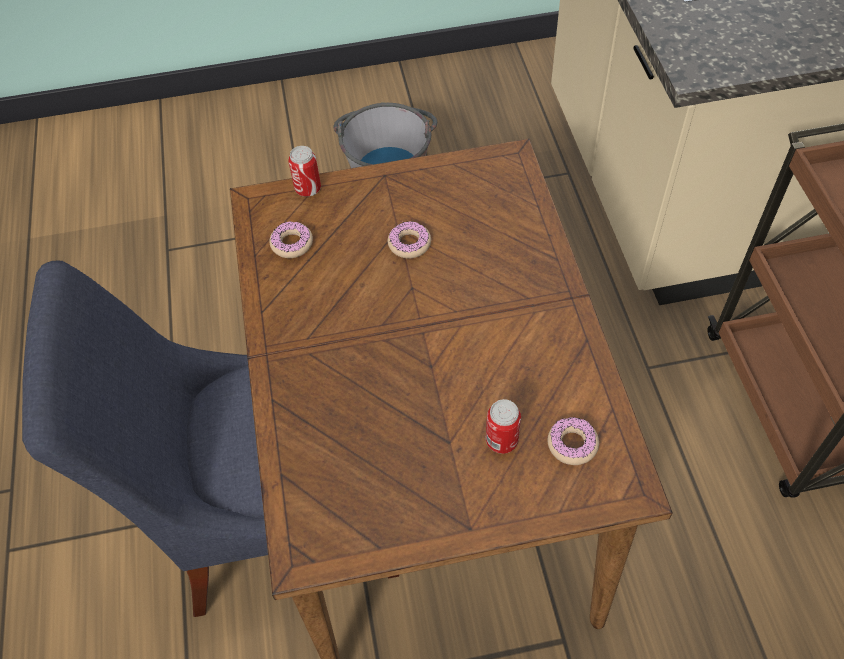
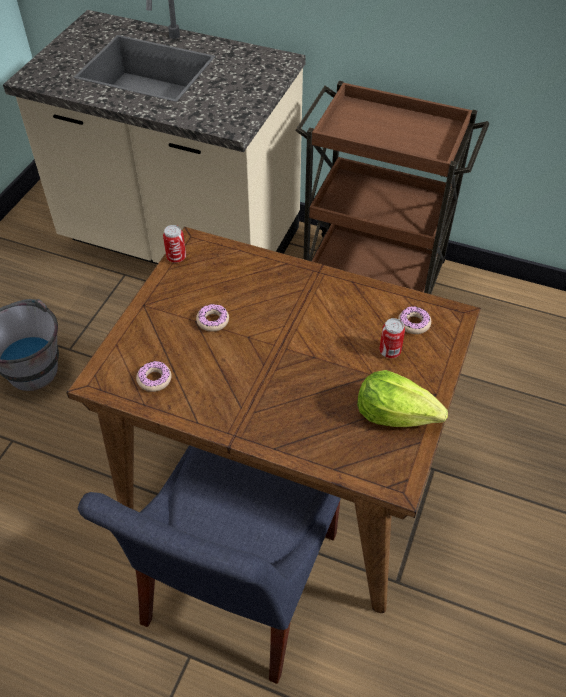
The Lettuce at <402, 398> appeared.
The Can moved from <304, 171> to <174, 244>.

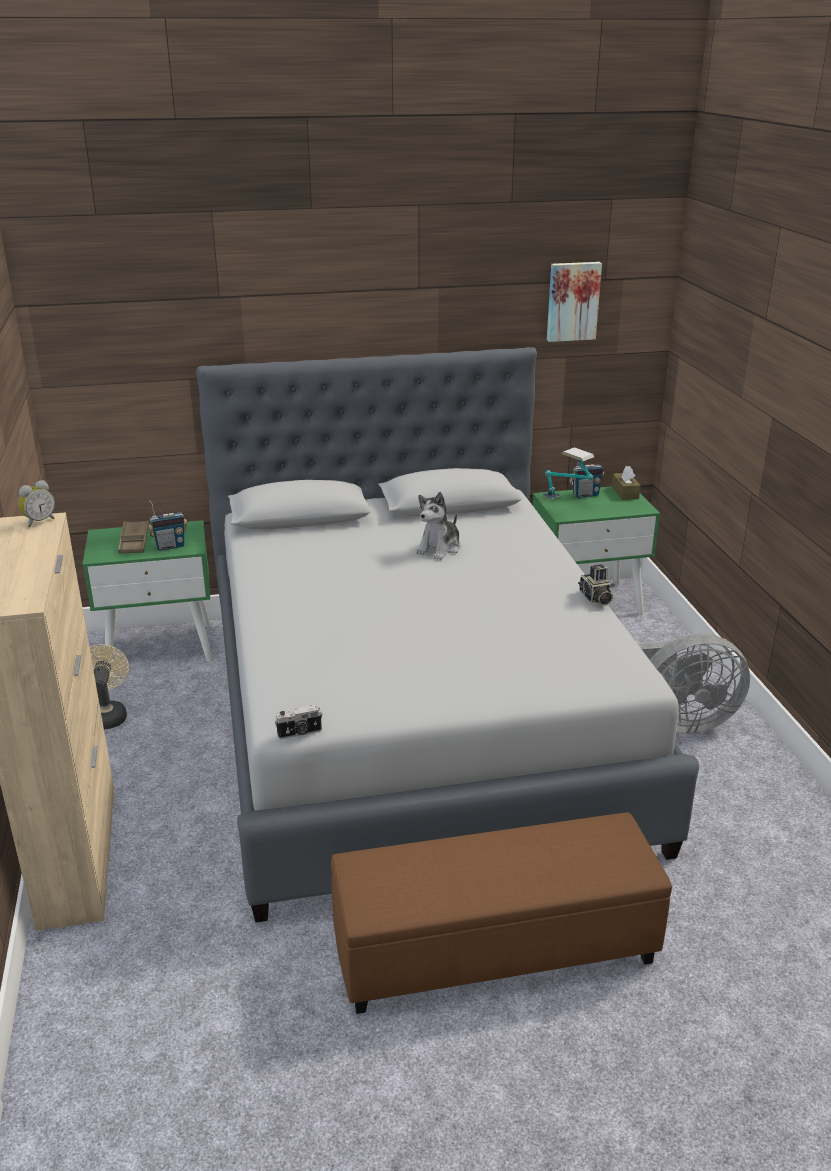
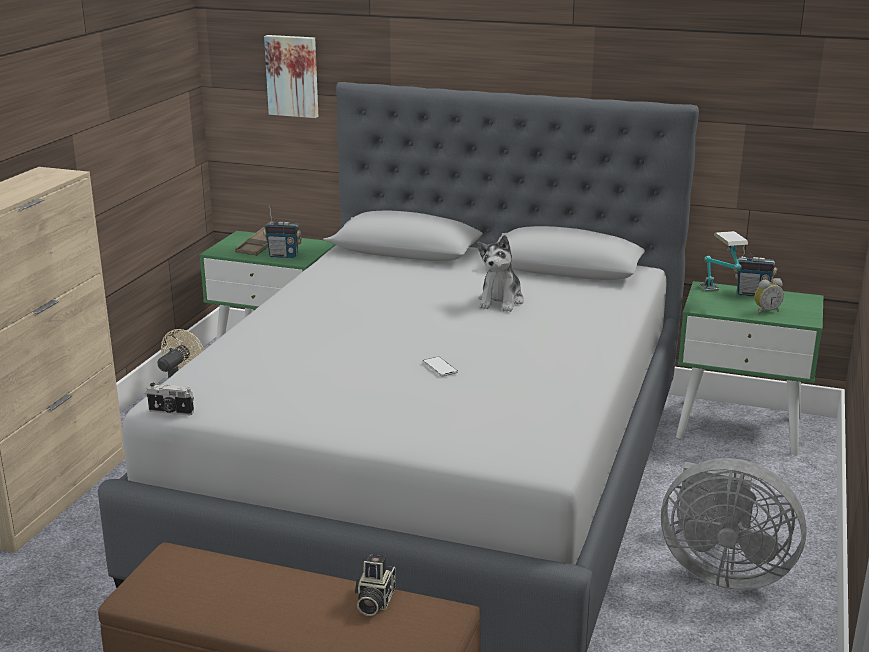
The BrownTissueBox at <626, 483> disappeared.
The Phone at <440, 366> appeared.
The AlarmClock moved from <36, 503> to <769, 296>.
The Picture moved from <574, 302> to <291, 76>.
The PhotoCamera moved from <595, 585> to <375, 585>.
The PlushToy at <438, 526> turned 45 degrees counterclockwise.

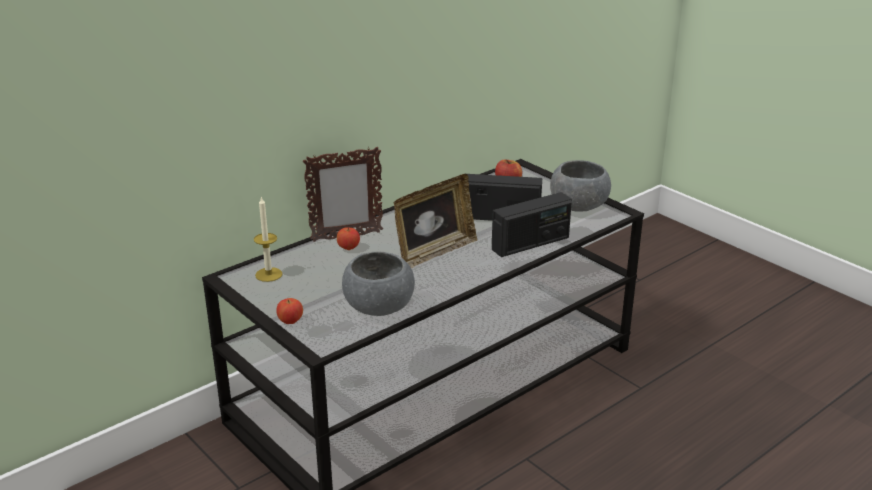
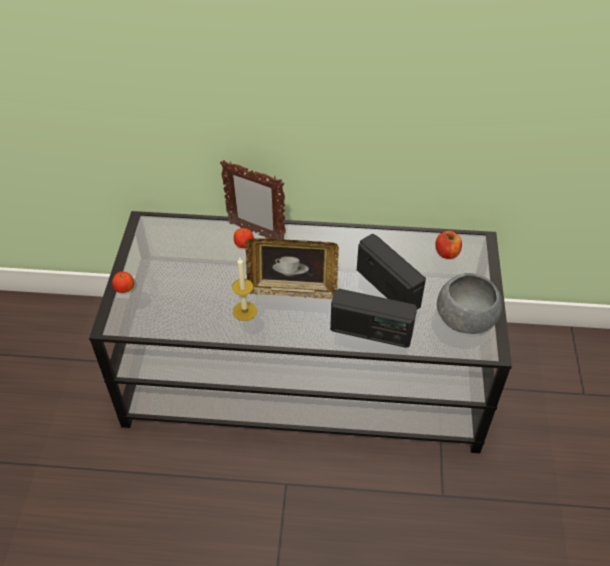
The GreyBowl at <378, 284> disappeared.
The Candle moved from <268, 239> to <244, 289>.

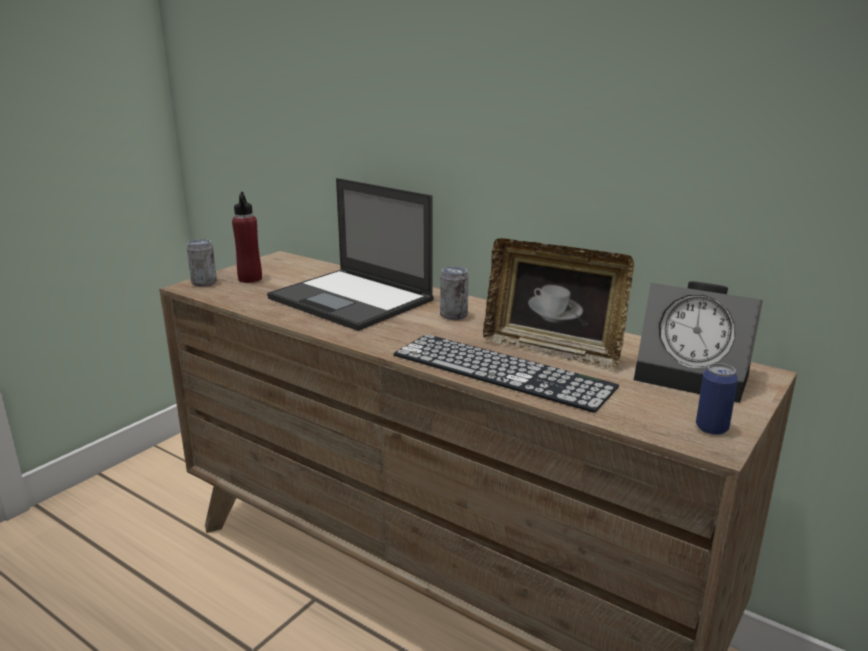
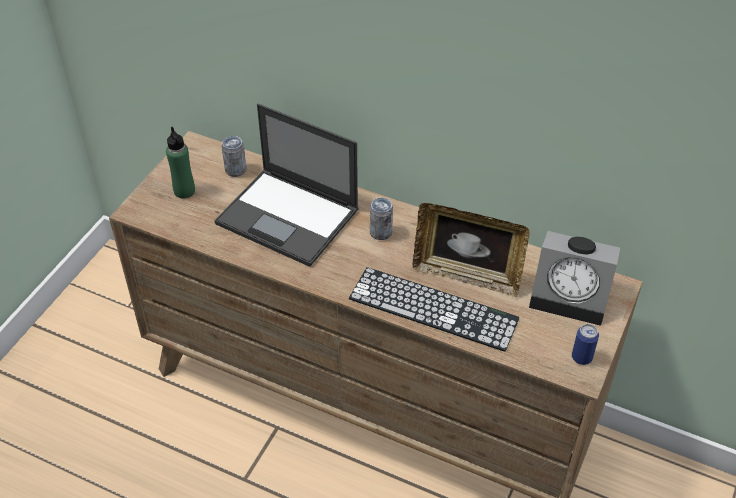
The Can moved from <202, 263> to <234, 156>.
The RedBottle at <247, 237> became the GreenBottle at <180, 163>.

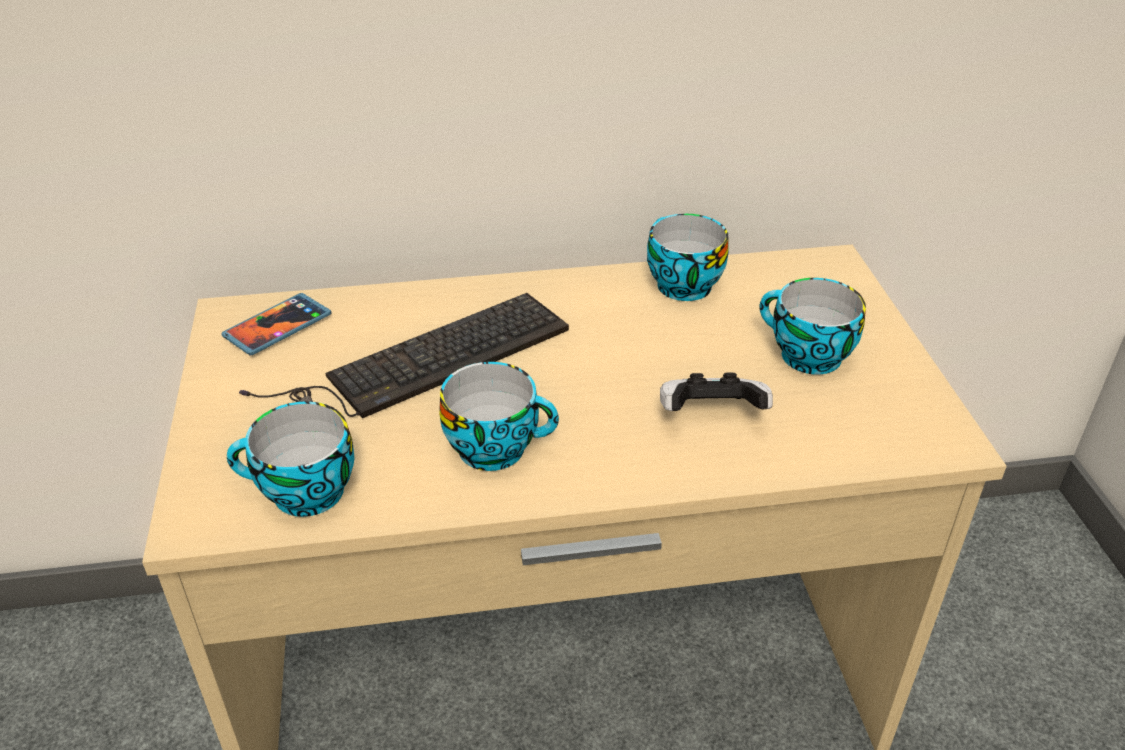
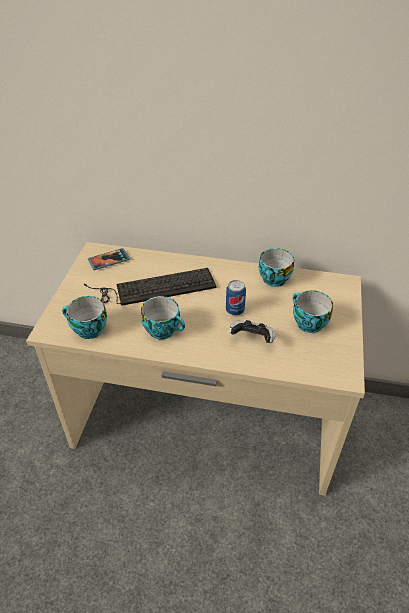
The Can at <236, 297> appeared.

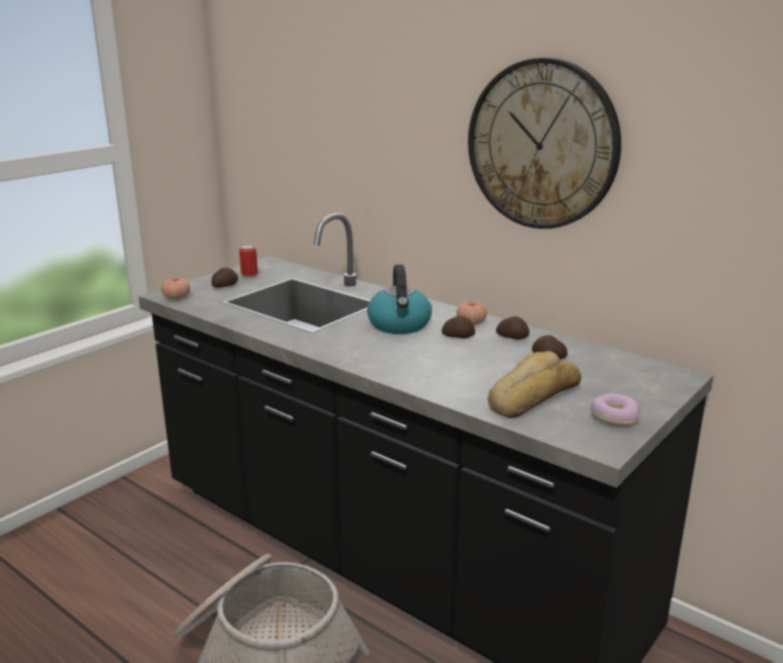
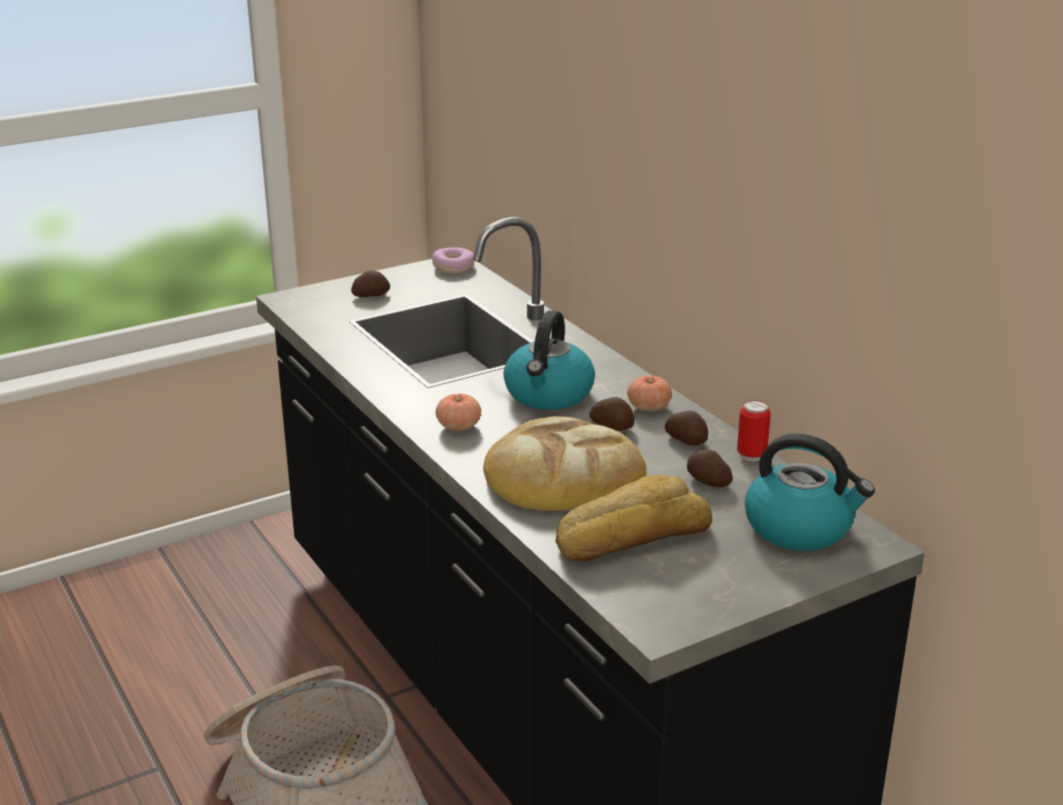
The WallClock at <544, 143> disappeared.
The Bread at <565, 463> appeared.
The Kettle at <810, 492> appeared.
The Tomato moved from <175, 288> to <458, 412>.
The Can moved from <248, 262> to <754, 431>.
The Donut moved from <615, 410> to <453, 261>.

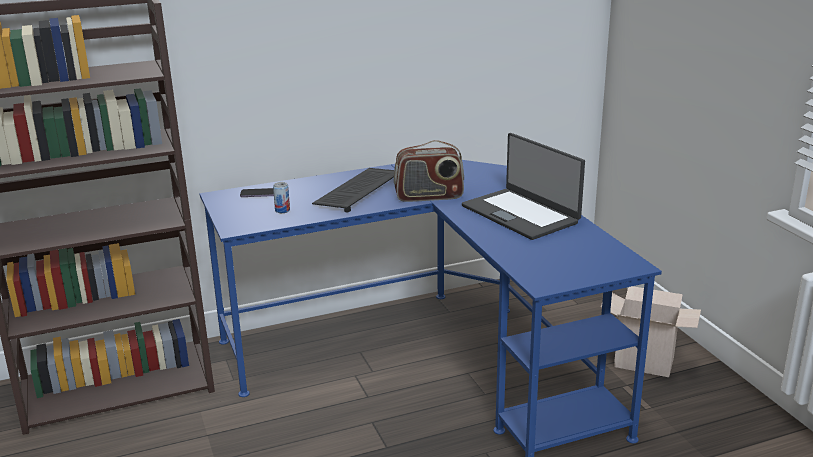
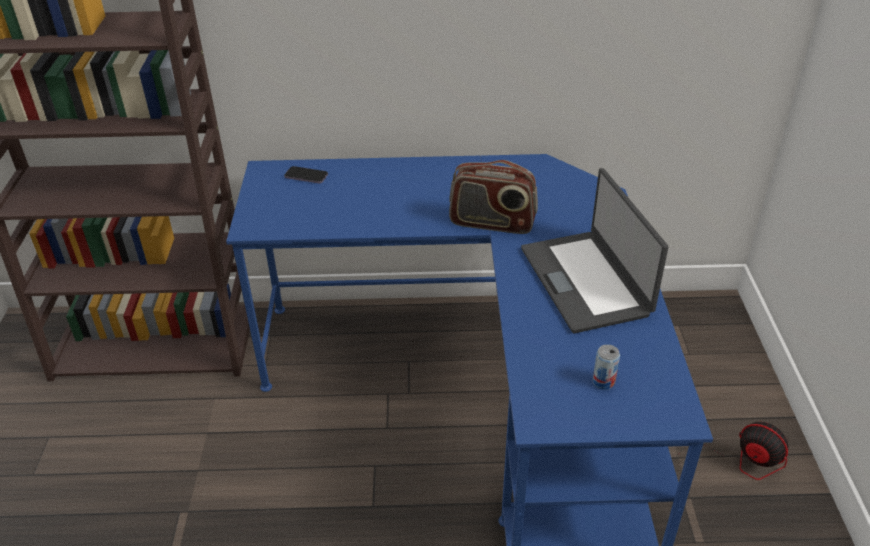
The Keyboard at <353, 190> disappeared.
The Can moved from <281, 197> to <606, 367>.
The CardboardBox at <650, 331> was replaced by the Fan at <730, 467>.

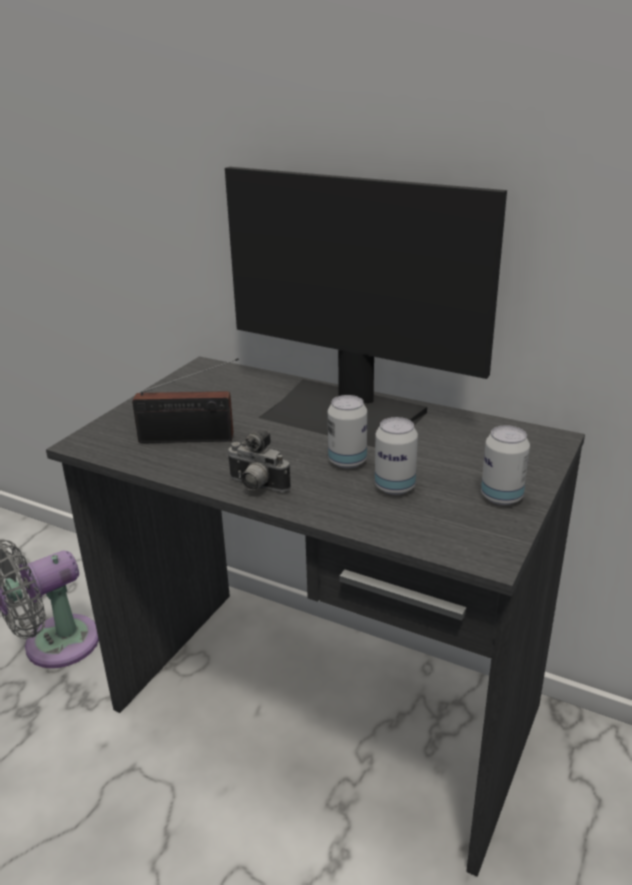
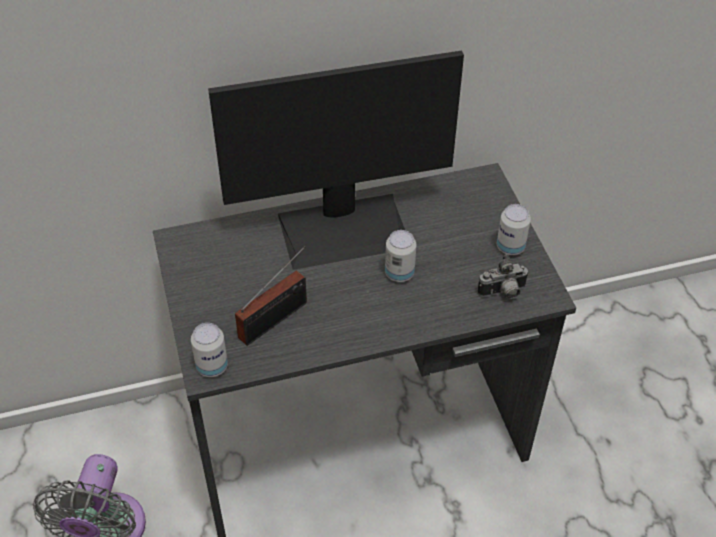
The PhotoCamera moved from <259, 461> to <503, 276>.
The Can moved from <396, 456> to <209, 350>.

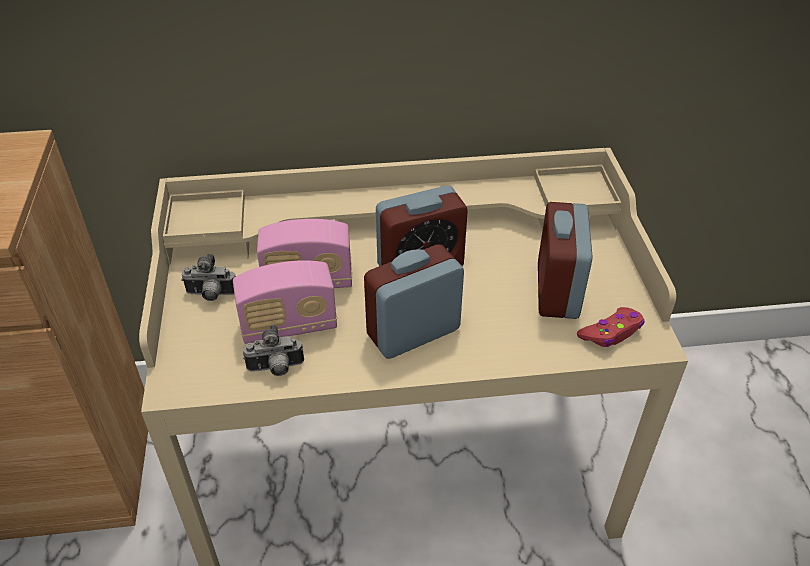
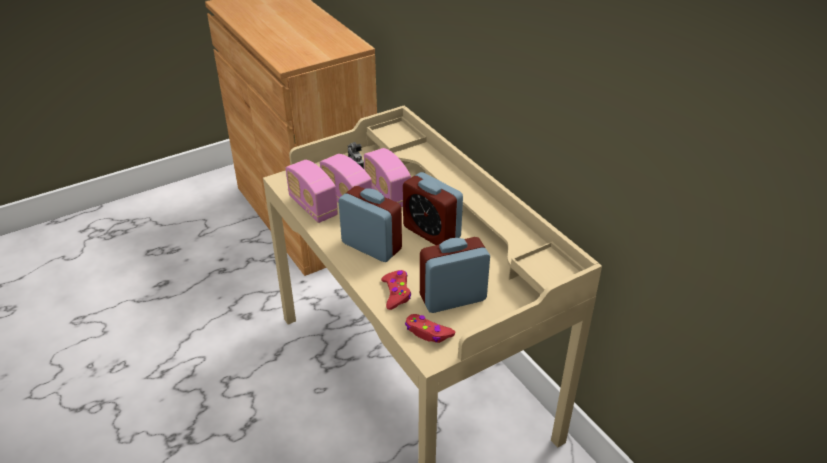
The RedGameController at <396, 290> appeared.
The PhotoCamera at <273, 350> was replaced by the Radio at <312, 191>.

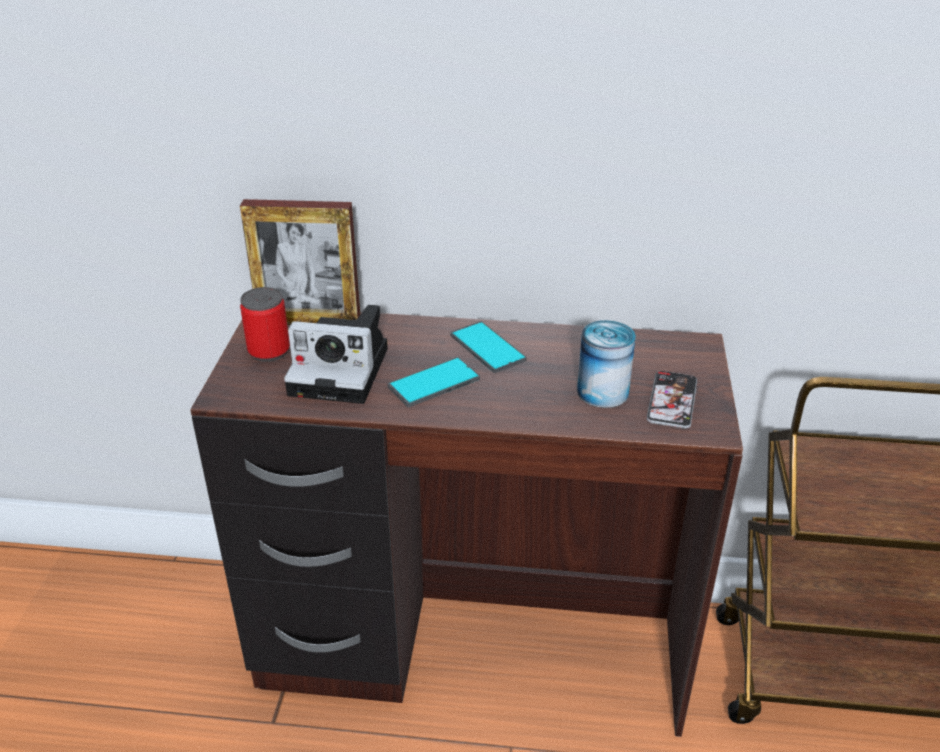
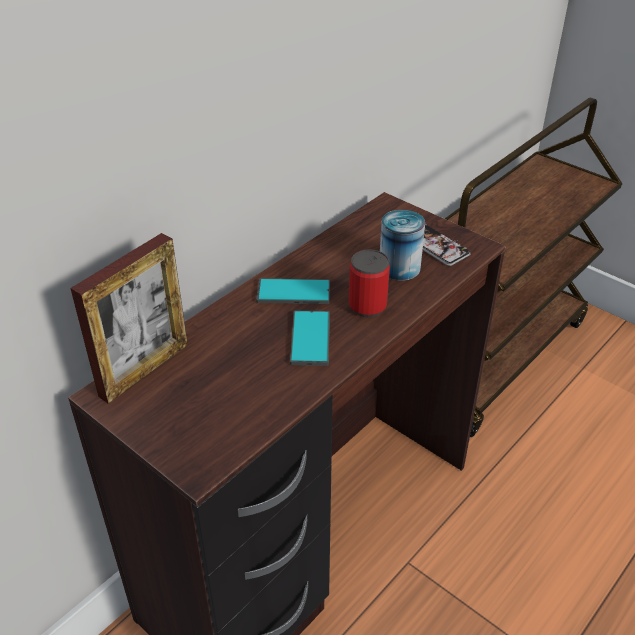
The PhotoCamera at <336, 354> disappeared.
The Can moved from <265, 324> to <369, 283>.

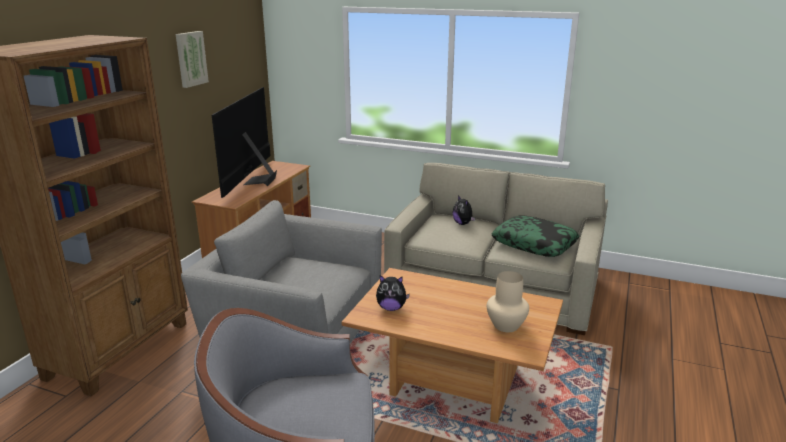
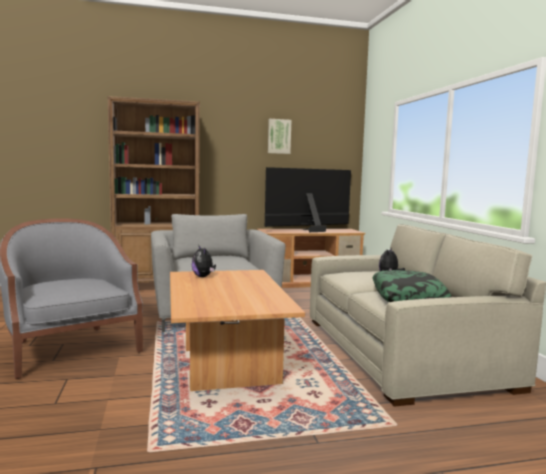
The BeigeVase at <508, 301> disappeared.

